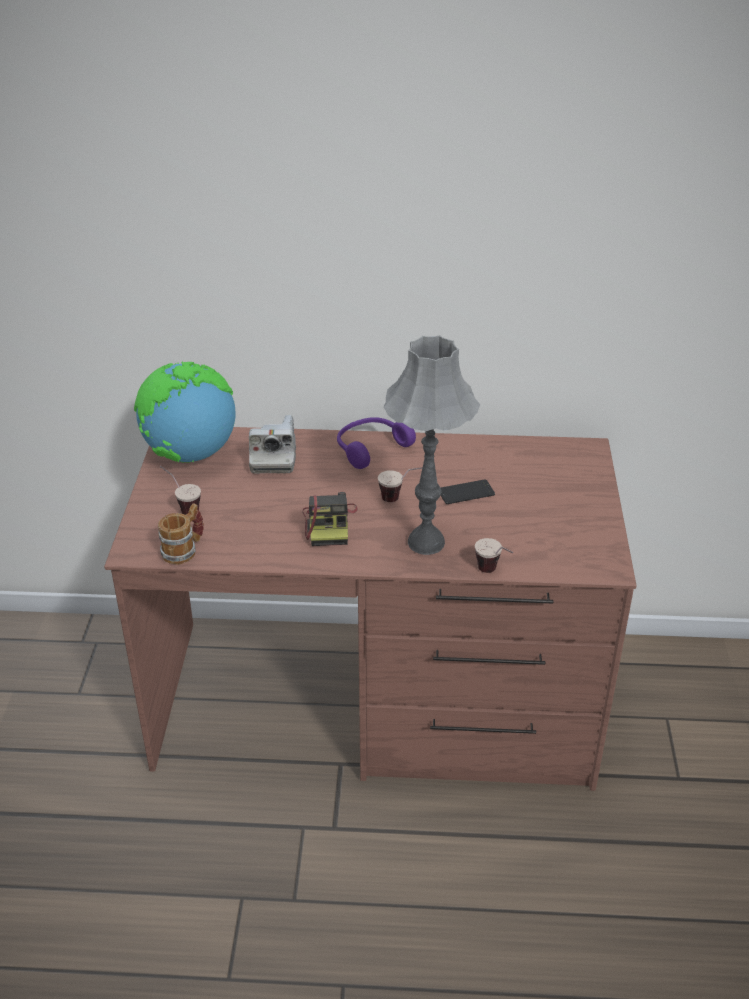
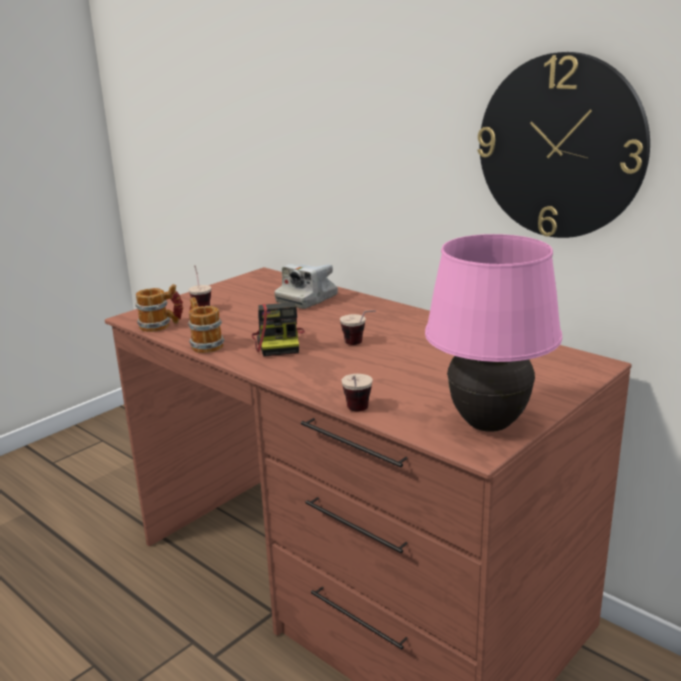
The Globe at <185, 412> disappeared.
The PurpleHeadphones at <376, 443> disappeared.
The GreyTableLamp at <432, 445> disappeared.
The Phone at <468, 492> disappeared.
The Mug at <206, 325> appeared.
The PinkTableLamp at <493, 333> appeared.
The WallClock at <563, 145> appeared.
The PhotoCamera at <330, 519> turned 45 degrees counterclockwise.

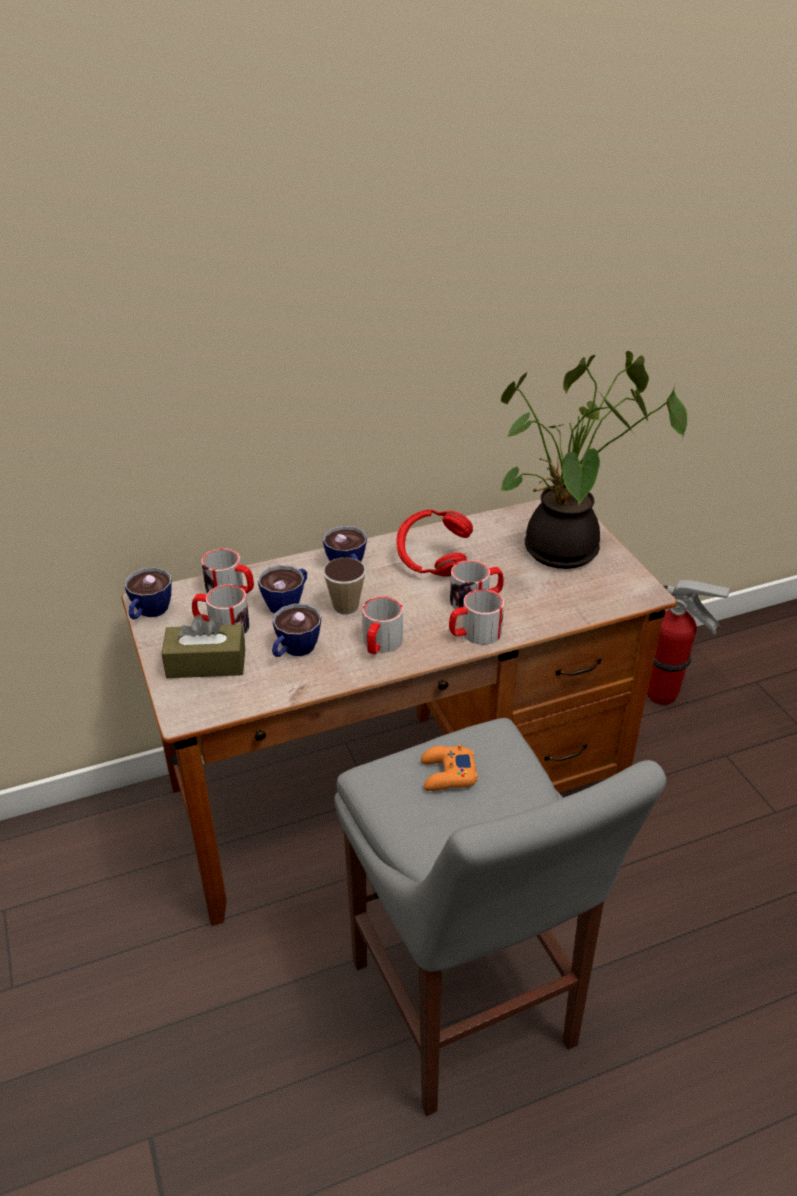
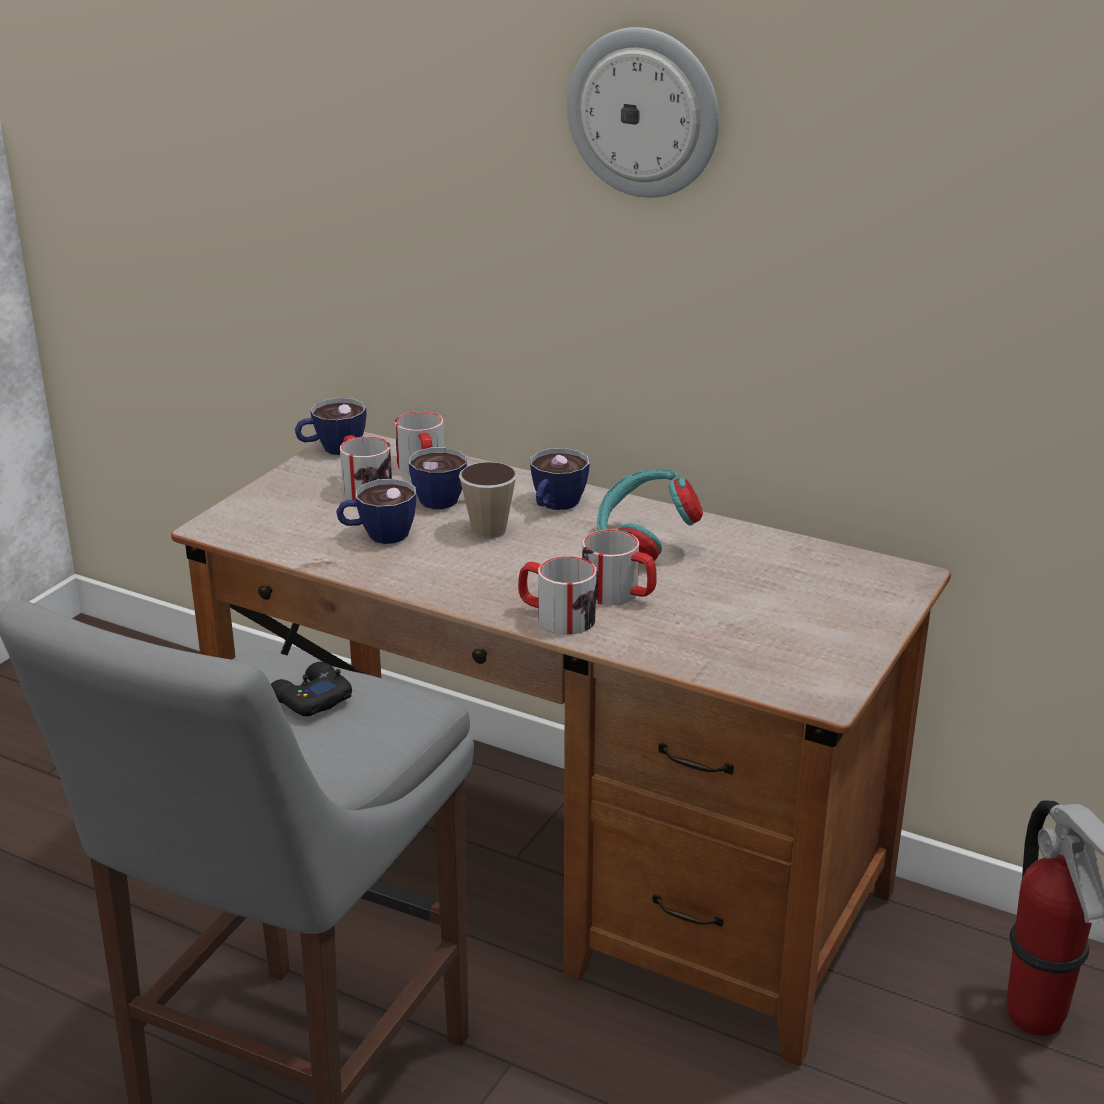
The BrownTissueBox at <203, 646> disappeared.
The Mug at <382, 625> disappeared.
The PottedPlant at <593, 460> disappeared.
The WallClock at <643, 112> appeared.
The RedHeadphones at <434, 543> became the TurquoiseHeadphones at <650, 516>.
The OrangeGameController at <449, 767> became the BlackGameController at <311, 689>.

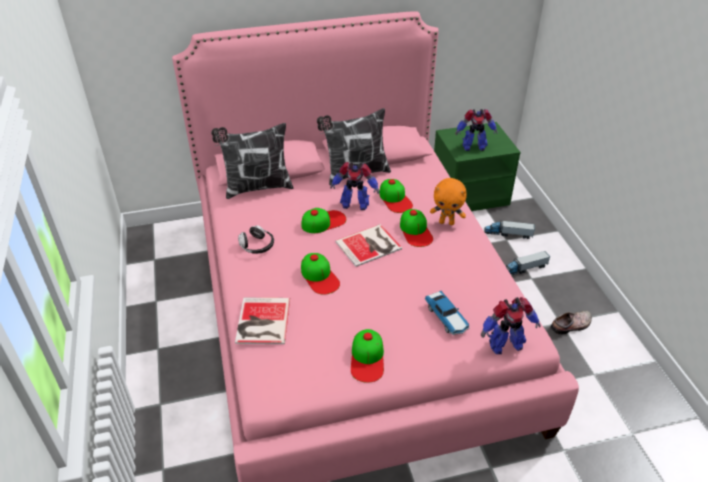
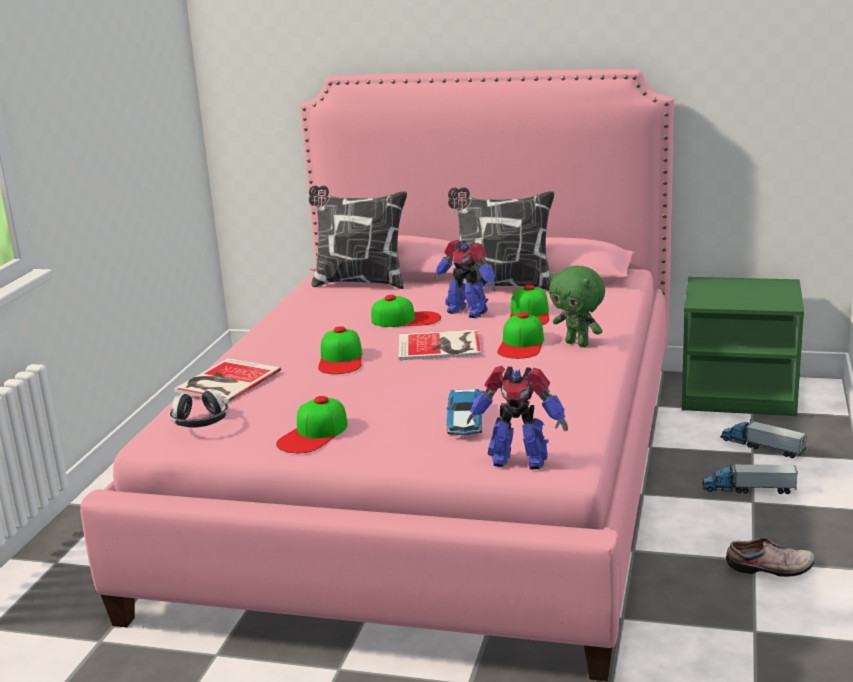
The ToyRobot at <476, 130> disappeared.
The Headphones moved from <256, 239> to <199, 409>.
The OrangePlushToy at <448, 201> became the GreenPlushToy at <577, 306>.

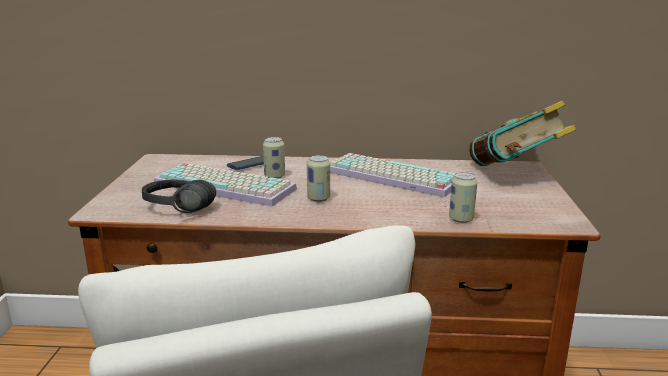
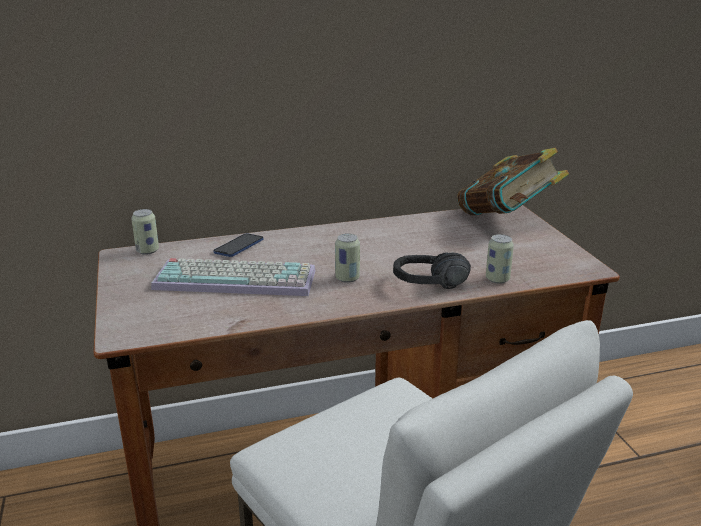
The Keyboard at <393, 175> disappeared.
The BlackHeadphones moved from <179, 196> to <432, 271>.
The Can moved from <274, 158> to <145, 232>.

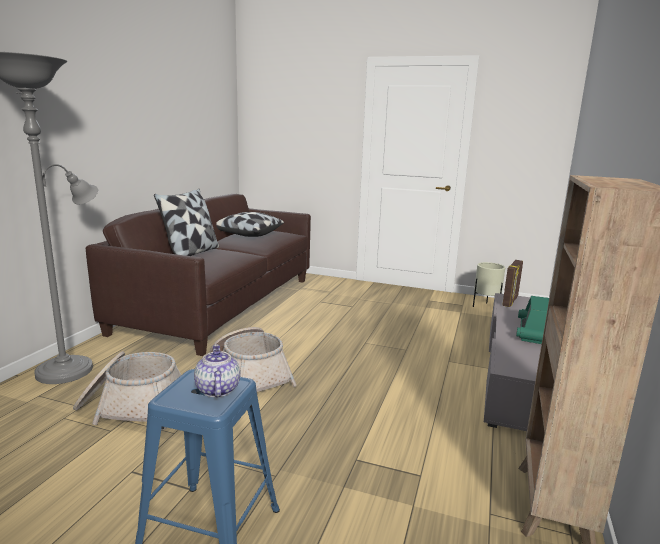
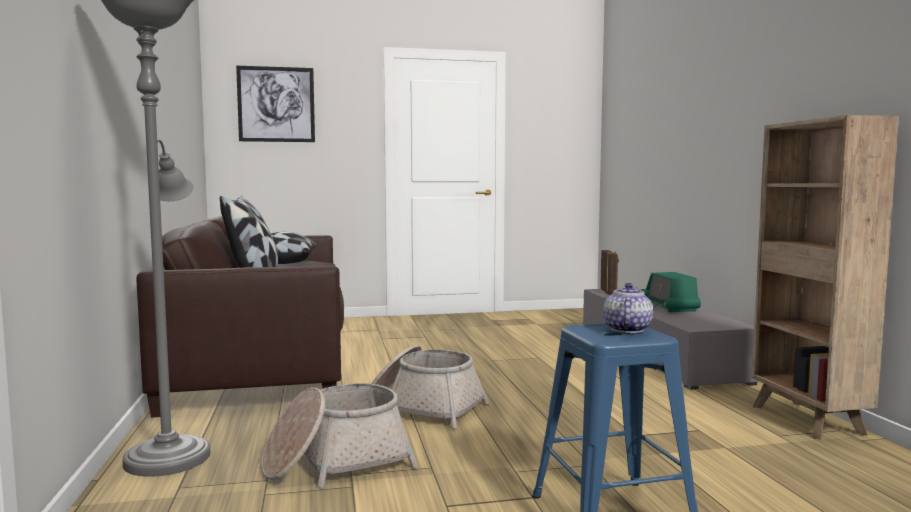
The BeigePlanter at <489, 284> disappeared.
The Picture at <275, 104> appeared.
The Teapot at <217, 371> turned 60 degrees clockwise.

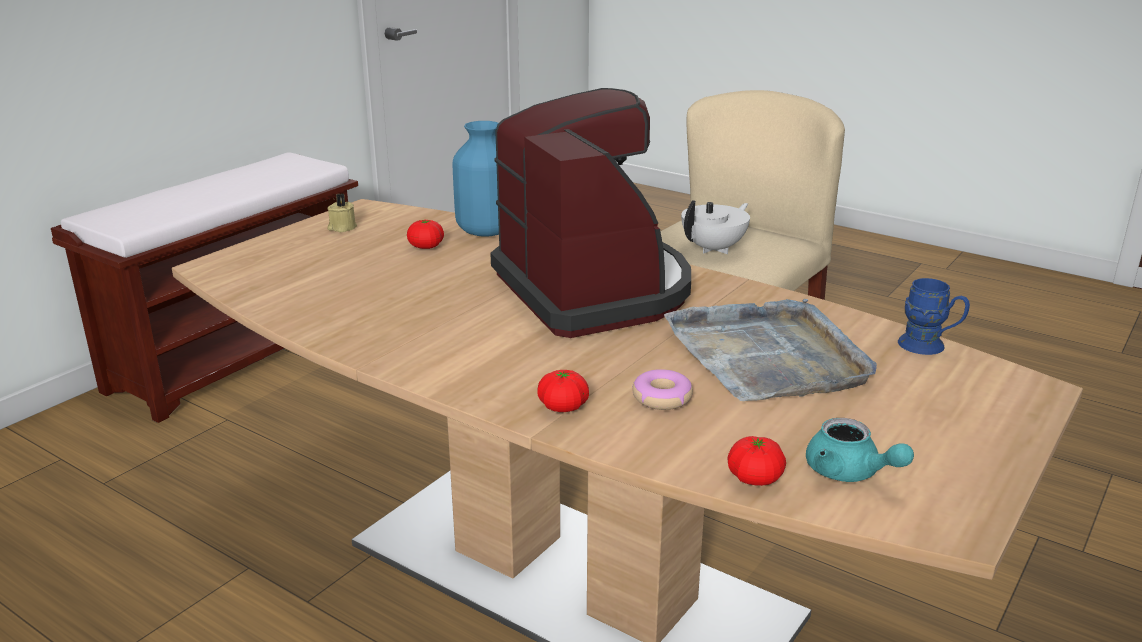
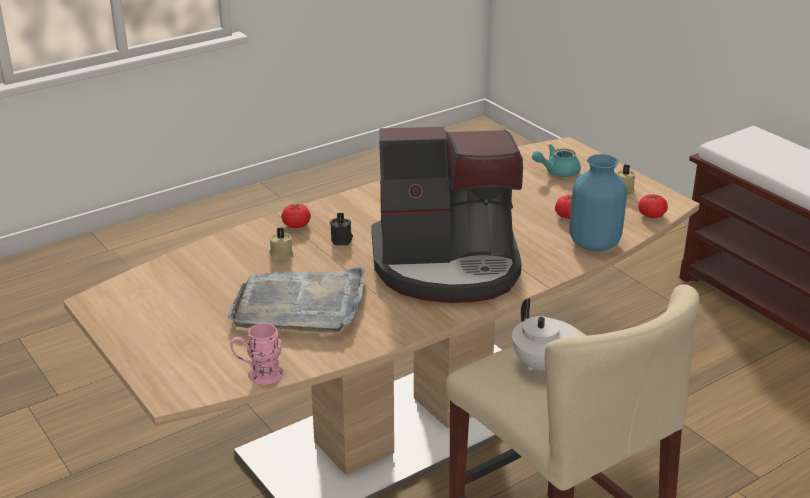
The BlackCandle at <341, 229> appeared.
The Tomato moved from <757, 461> to <653, 206>.
The TurquoiseTeapot moved from <860, 450> to <556, 160>.
The Donut at <662, 389> was replaced by the BeigeCandle at <281, 243>.
The BlueMug at <934, 316> became the PinkMug at <257, 354>.

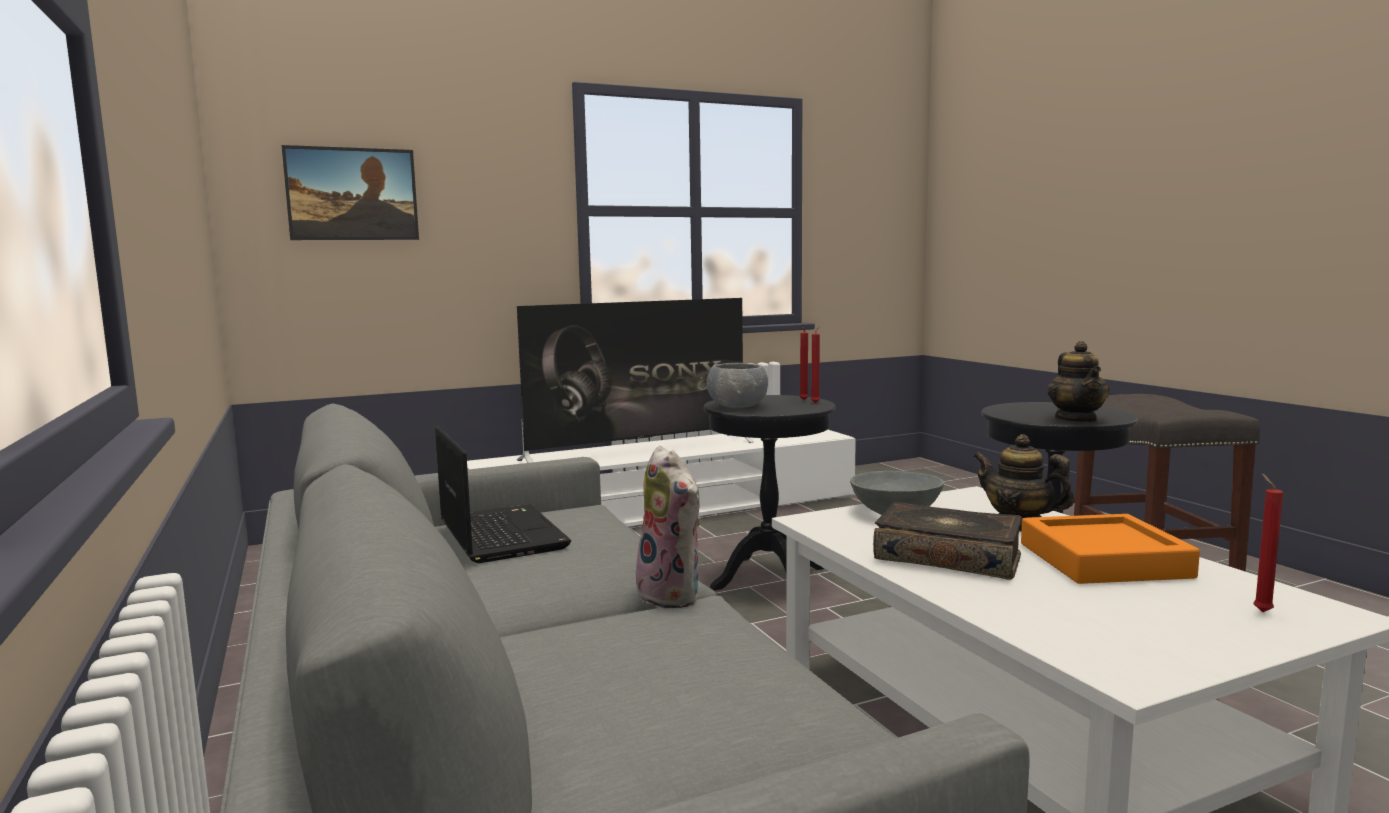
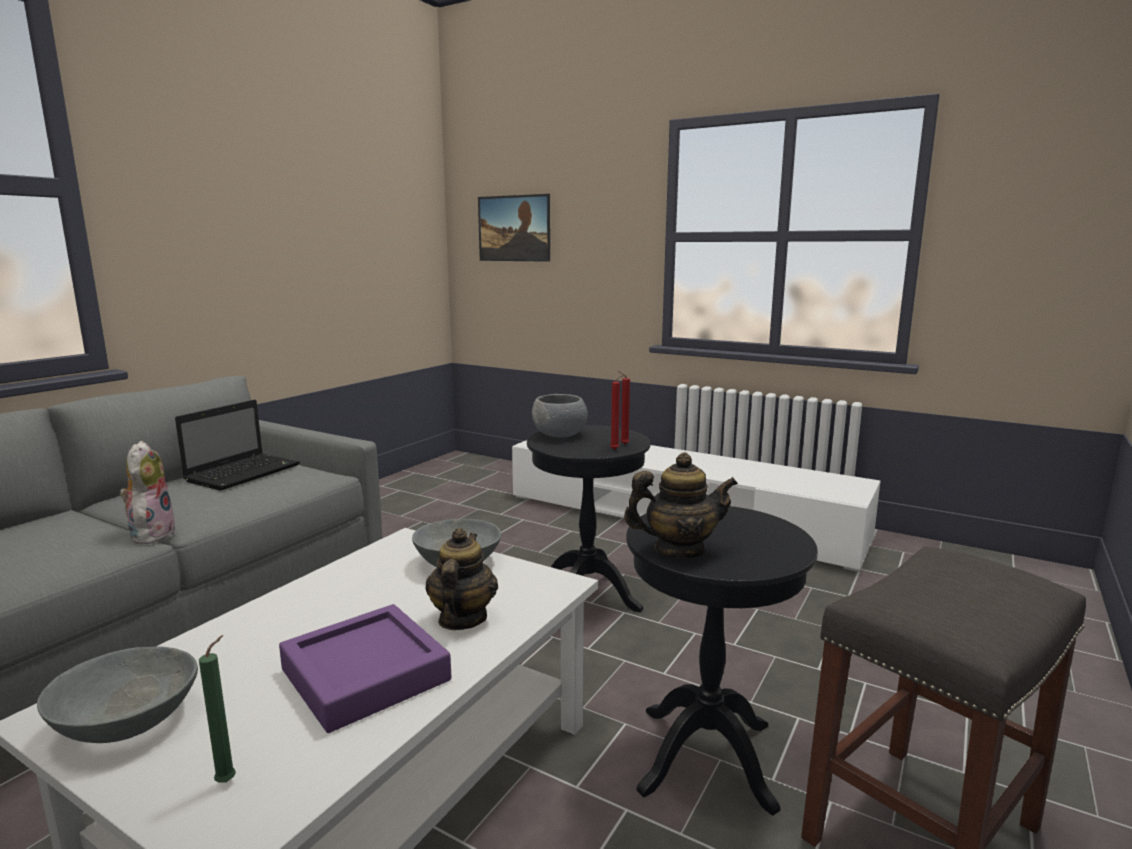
The Television at <635, 380> disappeared.
The Book at <947, 541> disappeared.
The GreyBowl at <117, 694> appeared.
The OrangeTray at <1110, 549> became the PurpleTray at <365, 668>.
The RedCandle at <1268, 543> became the GreenCandle at <217, 709>.
The PlushToy at <666, 527> turned 150 degrees clockwise.
The Teapot at <1078, 382> turned 150 degrees counterclockwise.

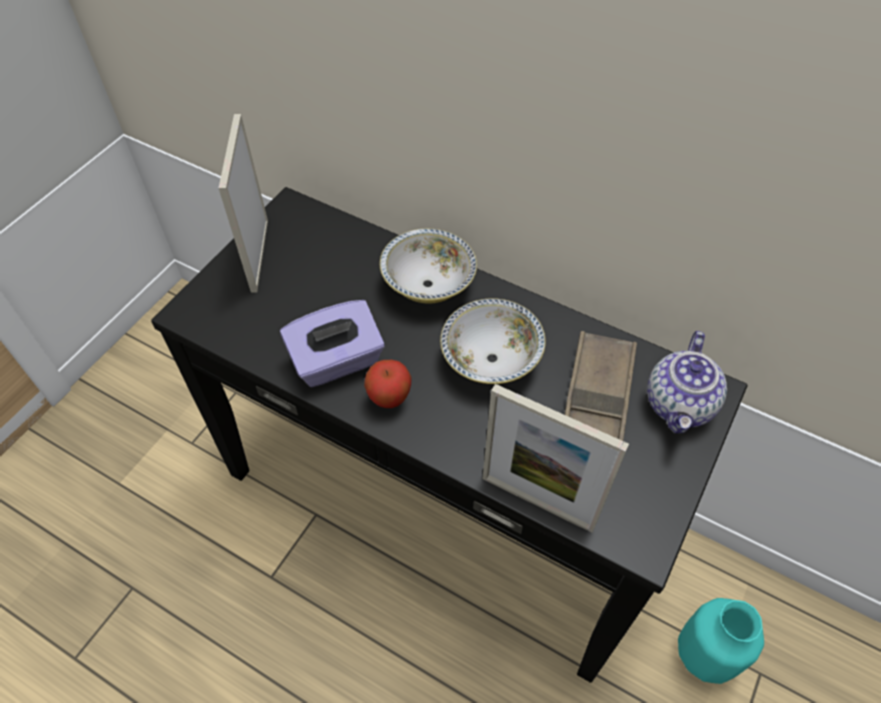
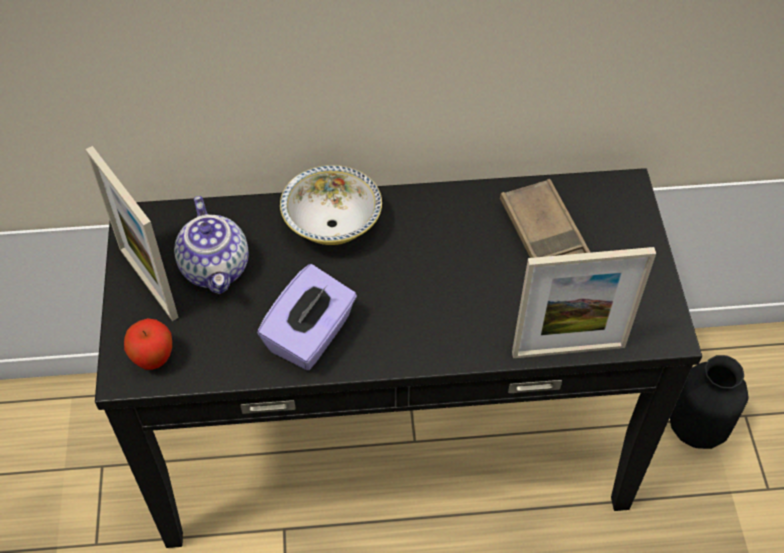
The Bowl at <493, 341> disappeared.
The Apple moved from <388, 384> to <148, 344>.
The Teapot moved from <687, 382> to <211, 245>.
The TurquoiseVase at <721, 641> became the BlackVase at <709, 402>.

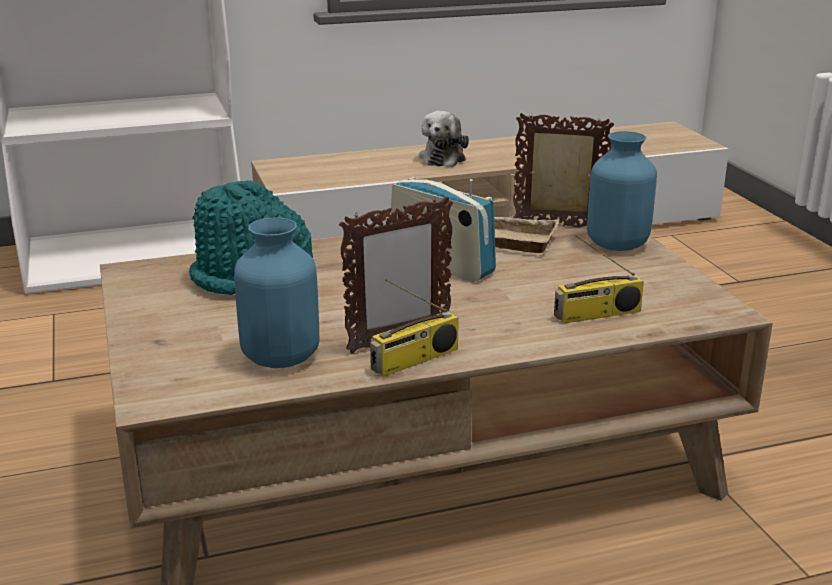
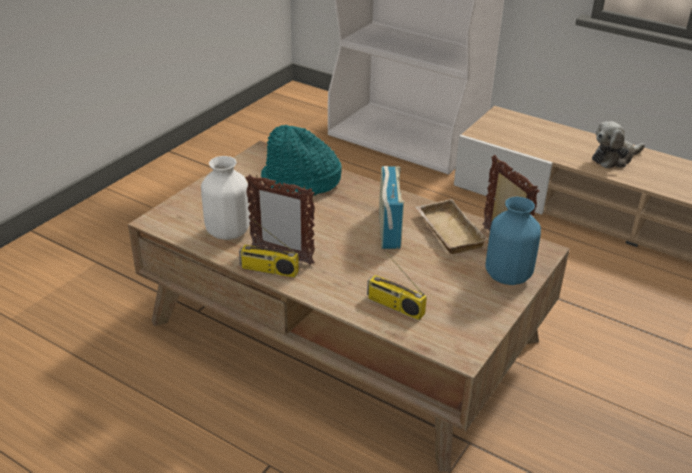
The BlueVase at <276, 292> became the WhiteVase at <225, 198>.

